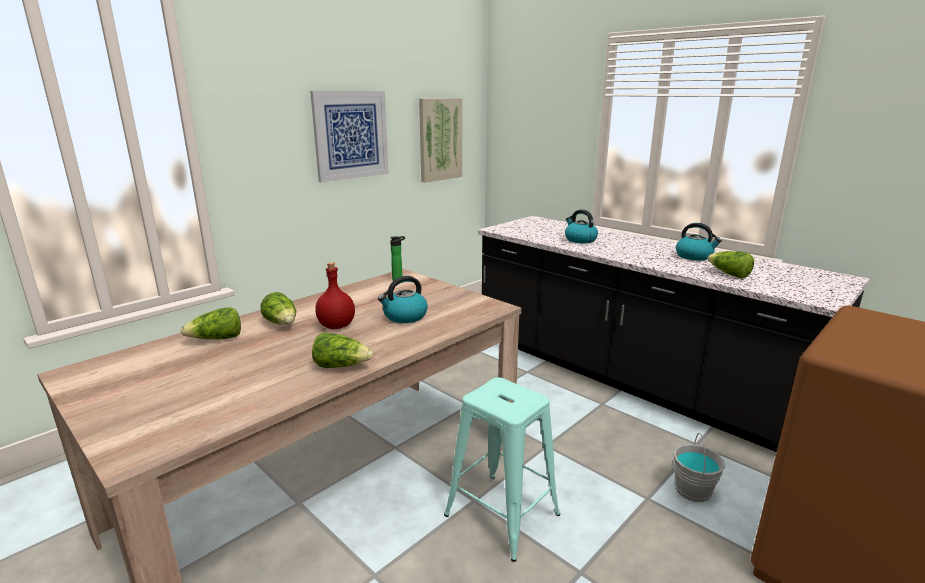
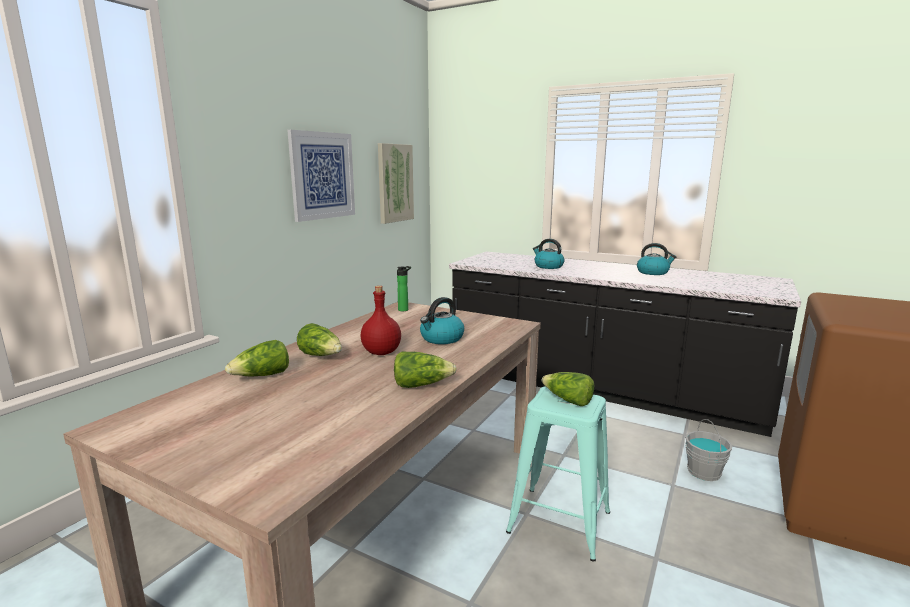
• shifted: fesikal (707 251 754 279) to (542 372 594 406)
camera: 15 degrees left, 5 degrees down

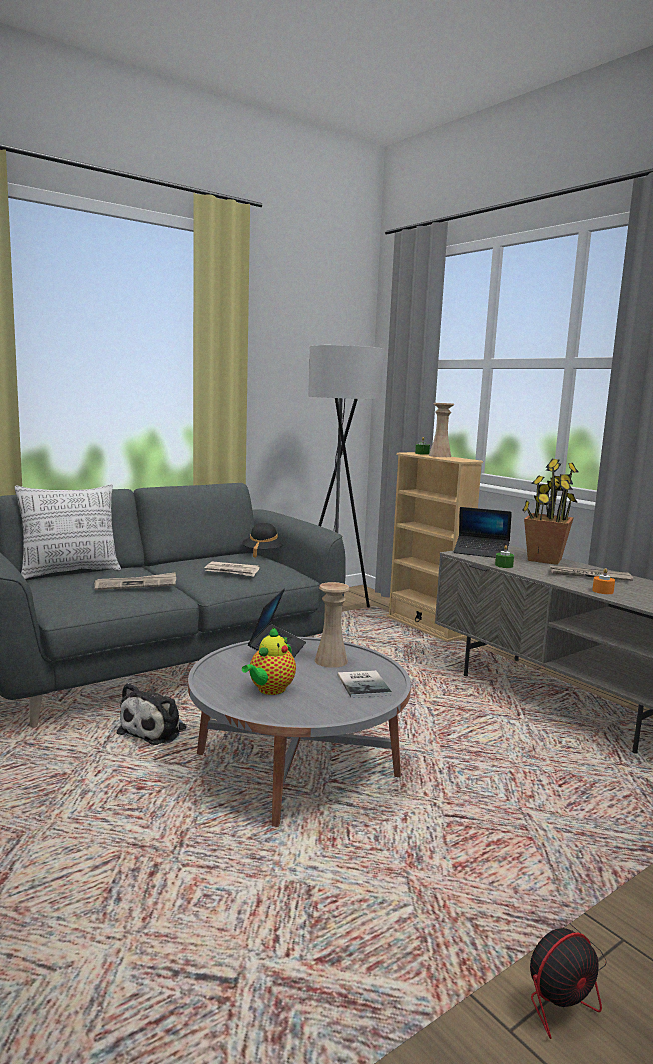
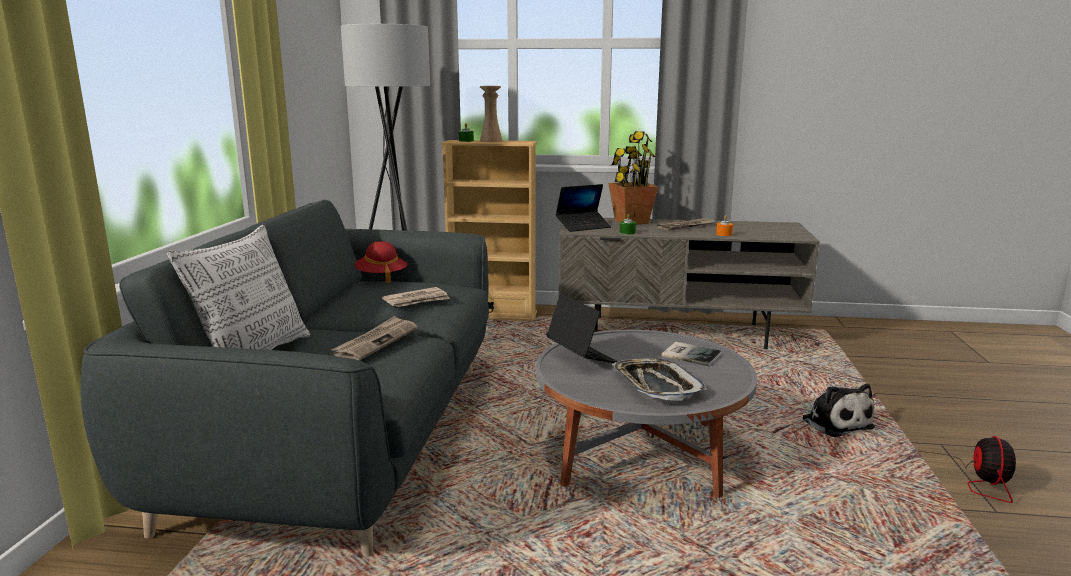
• repainted: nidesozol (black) (242 523 283 558) to nidesozol (red) (354 241 407 283)
• gone: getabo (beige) (314 582 350 668)
• swapped: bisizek (242 627 296 695) to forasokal (612 358 707 401)
• shifted: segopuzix (116 683 187 745) to (800 384 875 437)
camera: 45 degrees left, 5 degrees up

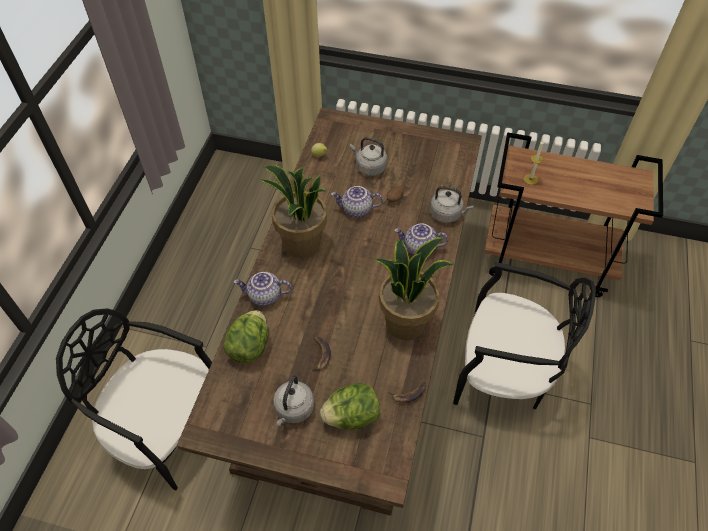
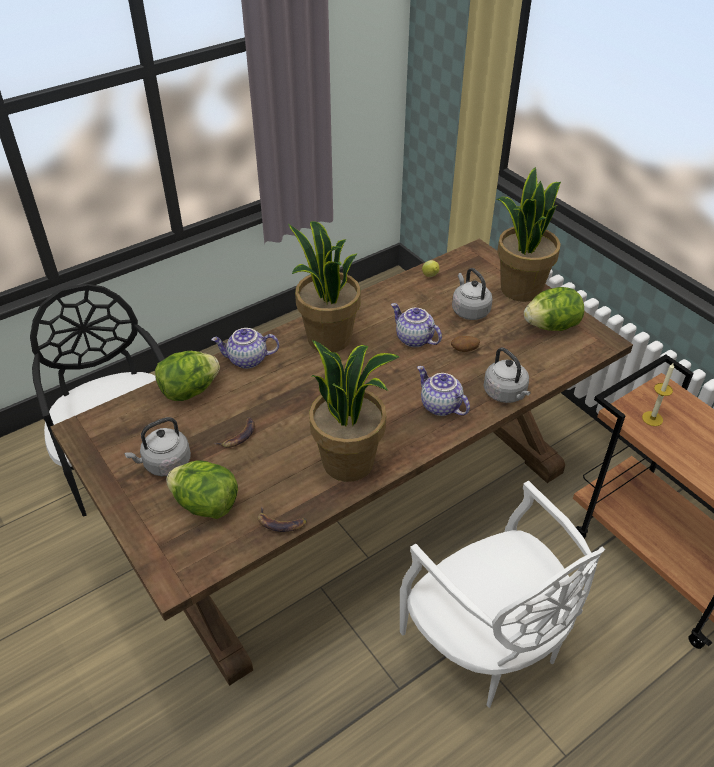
• repainted: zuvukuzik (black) (453 262 596 409) to zuvukuzik (white) (400 481 605 708)
• rotated: bisizek (234 272 292 306) = (211 328 279 369) 45 degrees counterclockwise
• new: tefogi (496 167 561 302)
• new: fesikal (524 287 584 331)
camera: 40 degrees right, 10 degrees down

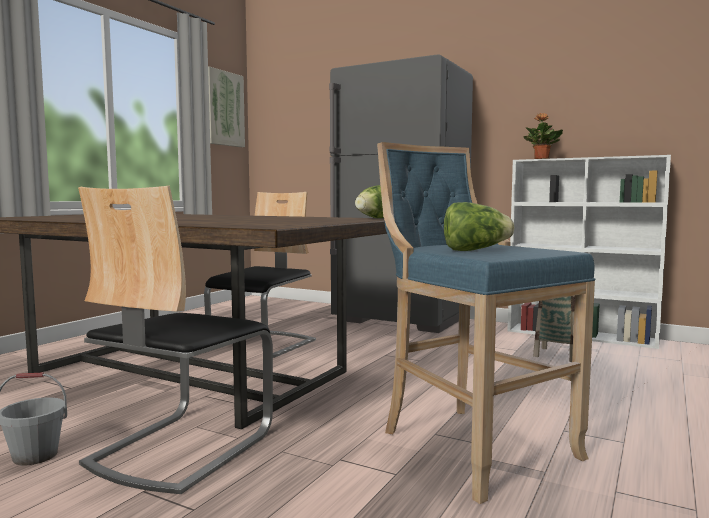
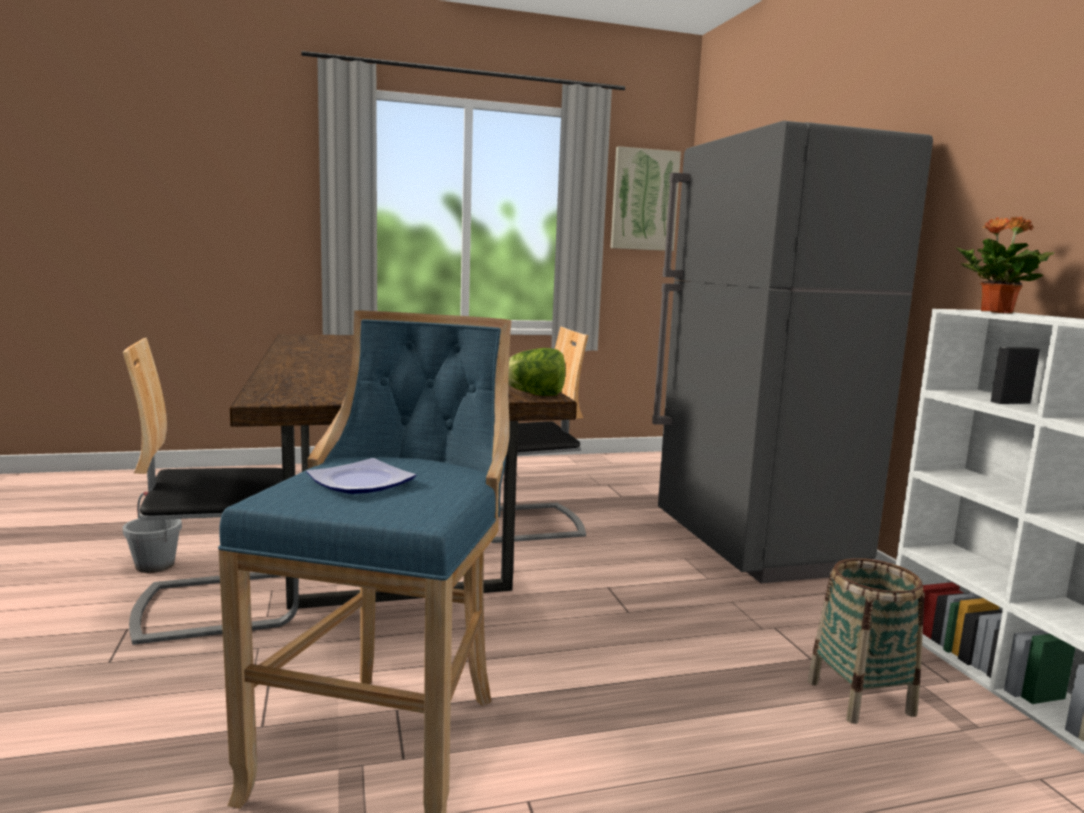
• swapped: fesikal (444 202 514 251) to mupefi (306 458 416 494)
camera: 45 degrees right, 5 degrees up

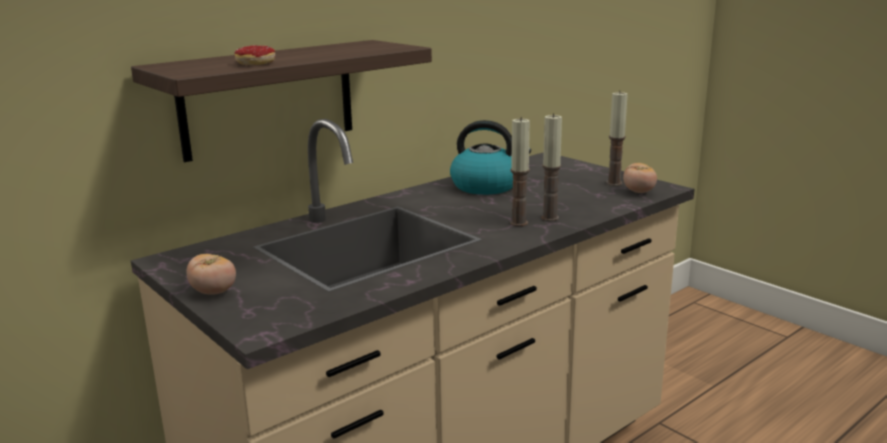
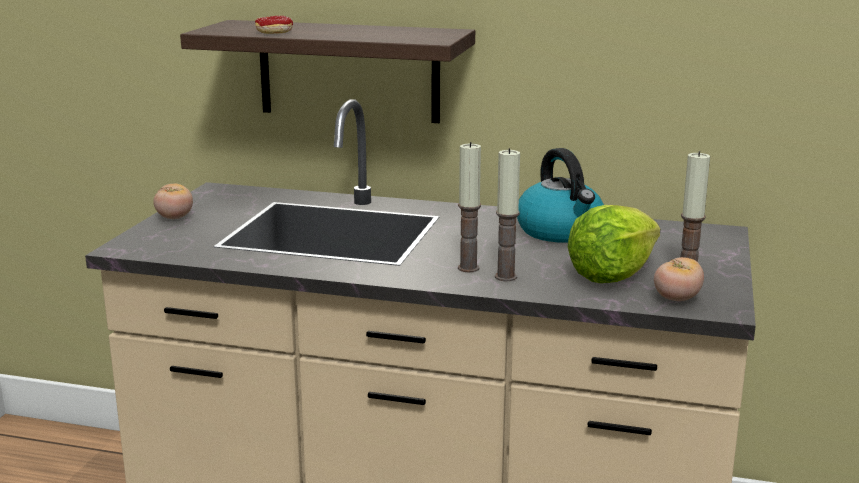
• new: fesikal (568 205 660 283)
camera: 55 degrees right, 0 degrees up

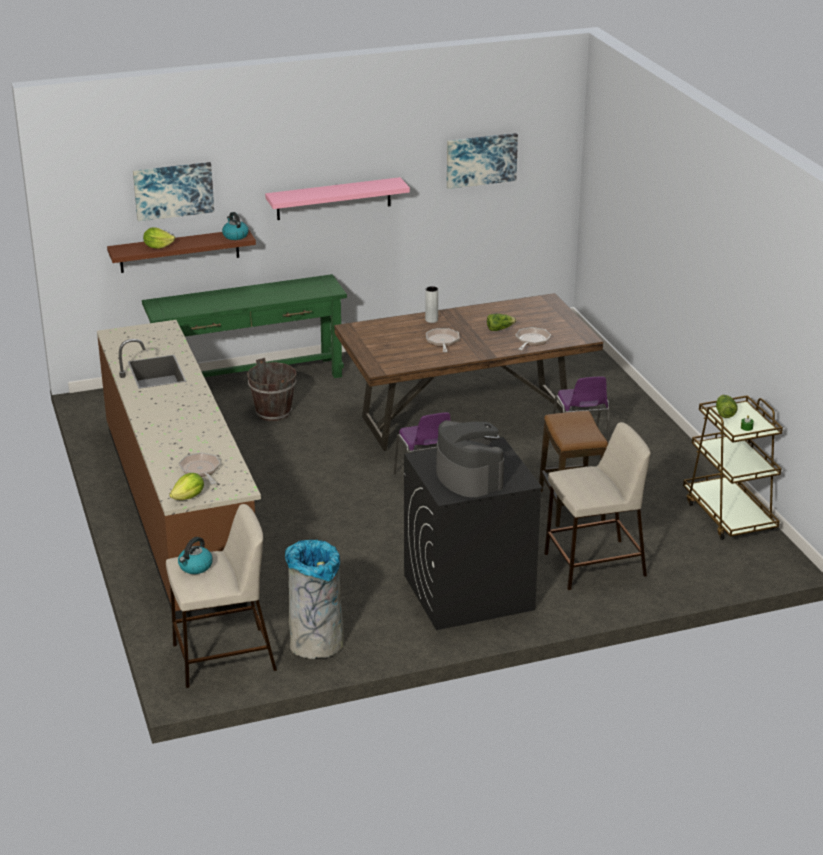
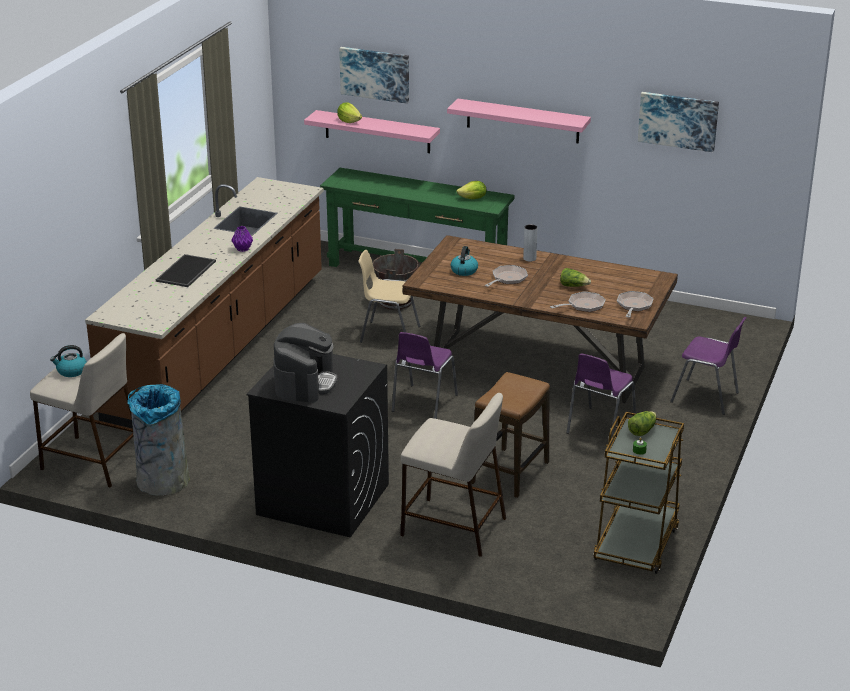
• shifted: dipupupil (222 212 249 240) to (451 246 478 276)
• repainted: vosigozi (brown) (107 230 256 273) to vosigozi (pink) (304 110 440 153)
• shifted: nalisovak (178 452 221 485) to (617 291 654 317)
• shifted: fesikal (169 473 204 500) to (456 181 486 199)
• new: getabo (purple) (231 226 253 252)
• new: zuvukuzik (beige) (359 250 420 343)
• new: forasokal (156 254 216 287)
• new: zuvukuzik (purple) (670 317 746 415)
camera: 40 degrees right, 0 degrees up

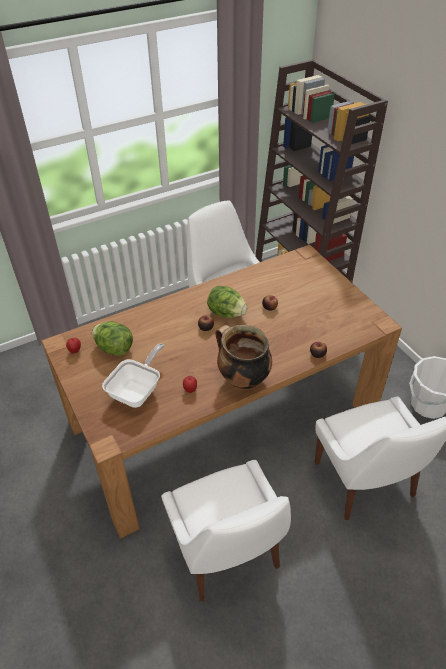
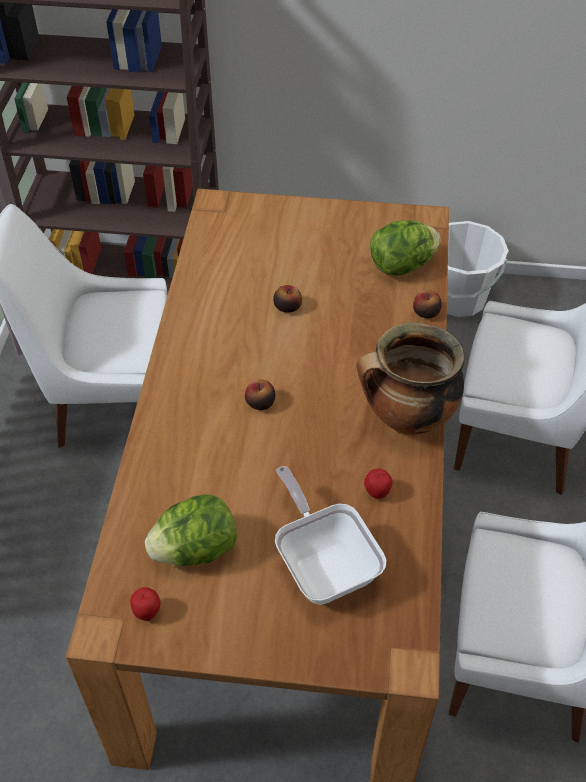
• shifted: fesikal (207 286 248 318) to (370 220 441 276)
camera: 55 degrees left, 5 degrees up

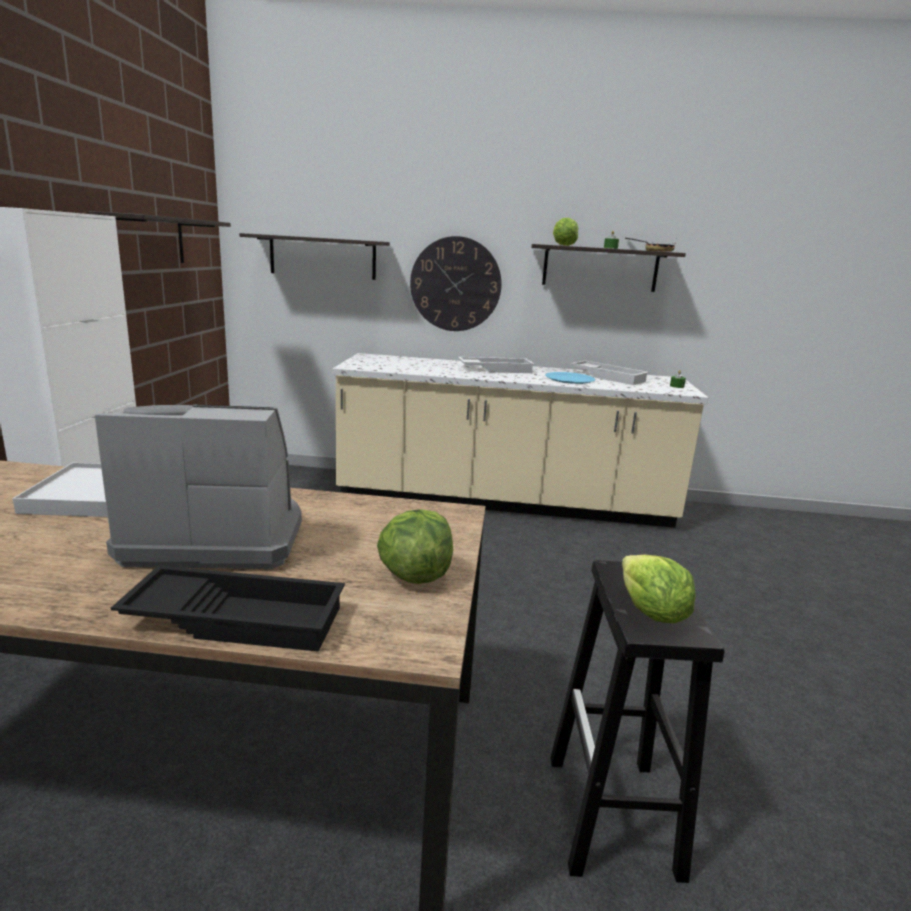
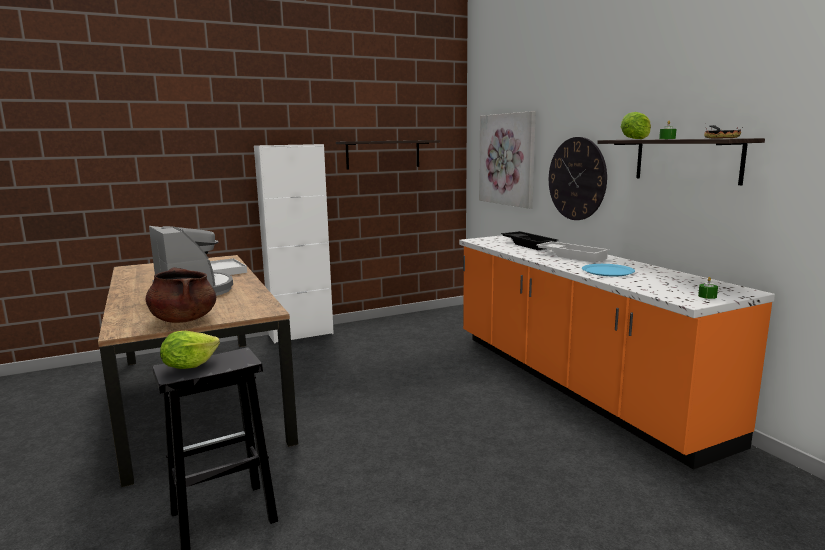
• swapped: vosigozi (239 233 390 280) to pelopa (479 111 536 209)
• repainted: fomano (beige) (333 353 708 528) to fomano (orange) (459 235 775 470)
• gone: forasokal (white) (570 361 649 385)
• swapped: fesikal (377 509 453 584) to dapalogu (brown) (146 267 216 323)
• shifted: forasokal (black) (111 565 345 652) to (501 231 558 250)
camera: 60 degrees right, 5 degrees down

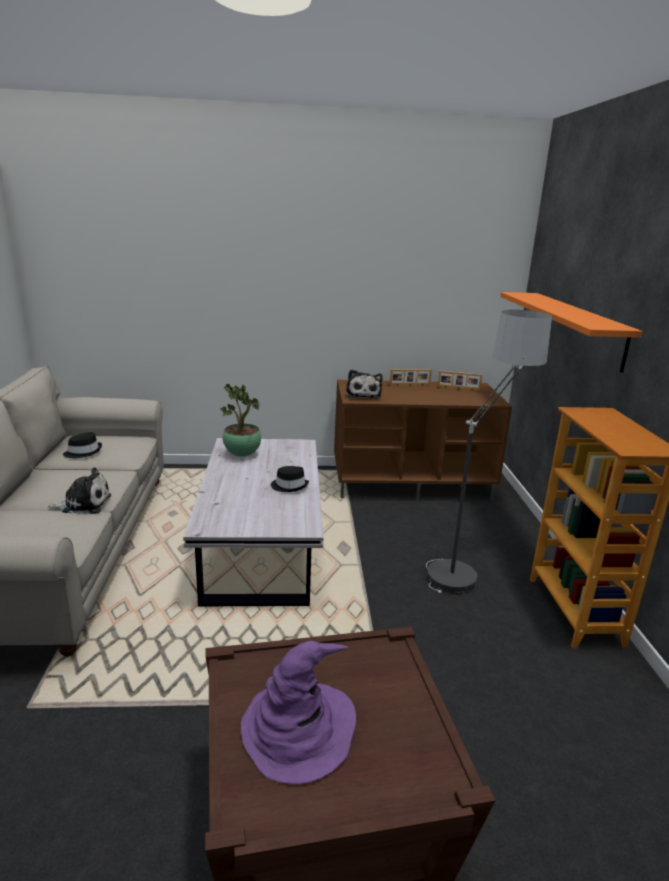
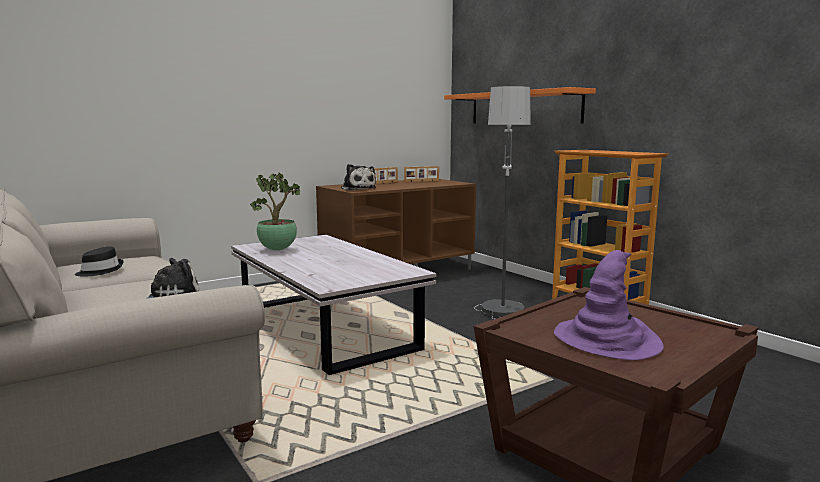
• gone: nidesozol (black) (271 466 309 492)
camera: 30 degrees left, 10 degrees down

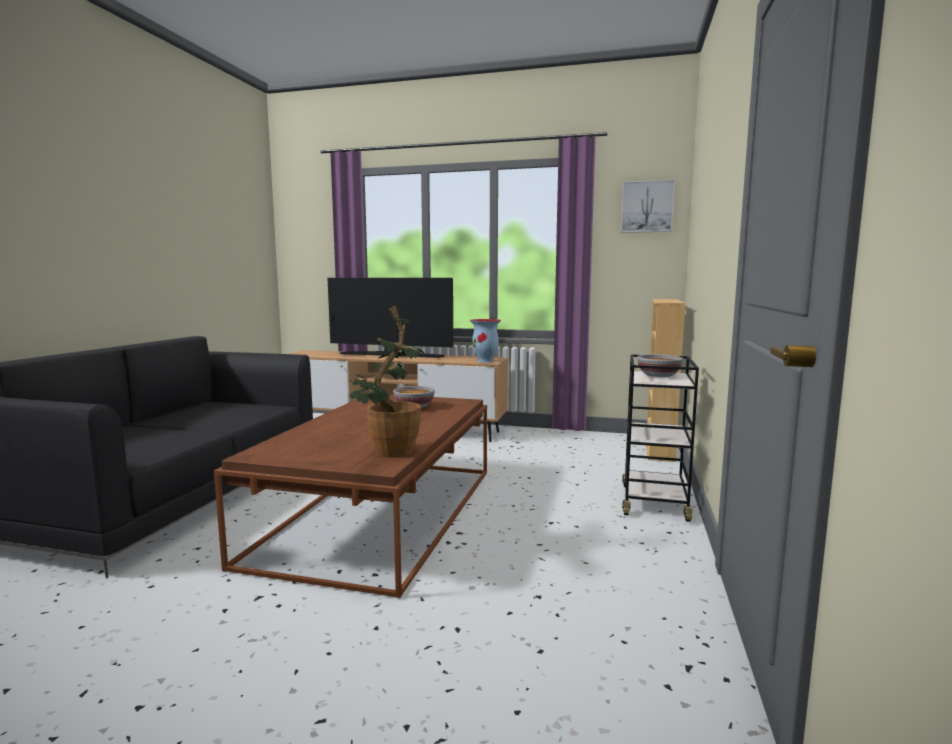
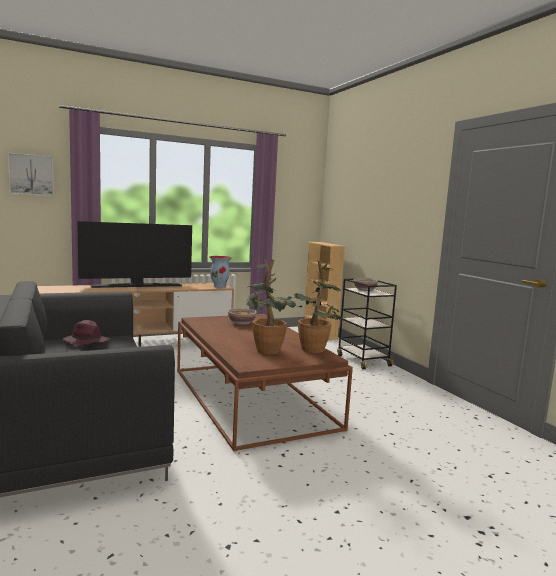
• shifted: pelopa (621 180 675 233) to (8 153 54 196)
• new: tefogi (246 259 302 354)
• new: nidesozol (purple) (63 320 110 346)
camera: 40 degrees left, 0 degrees up

